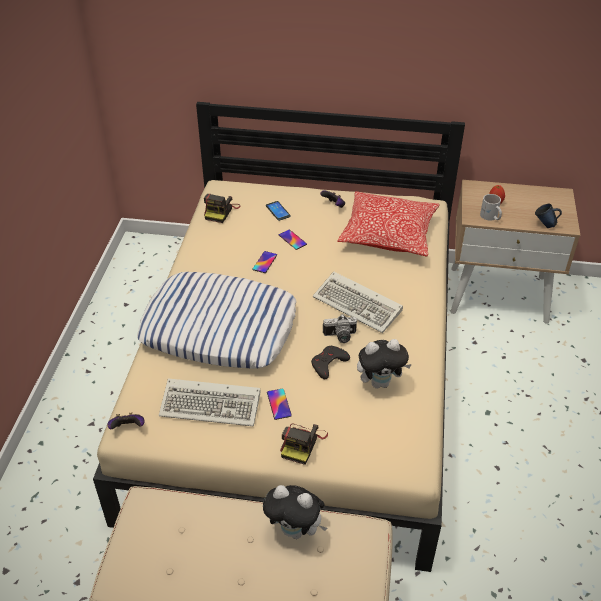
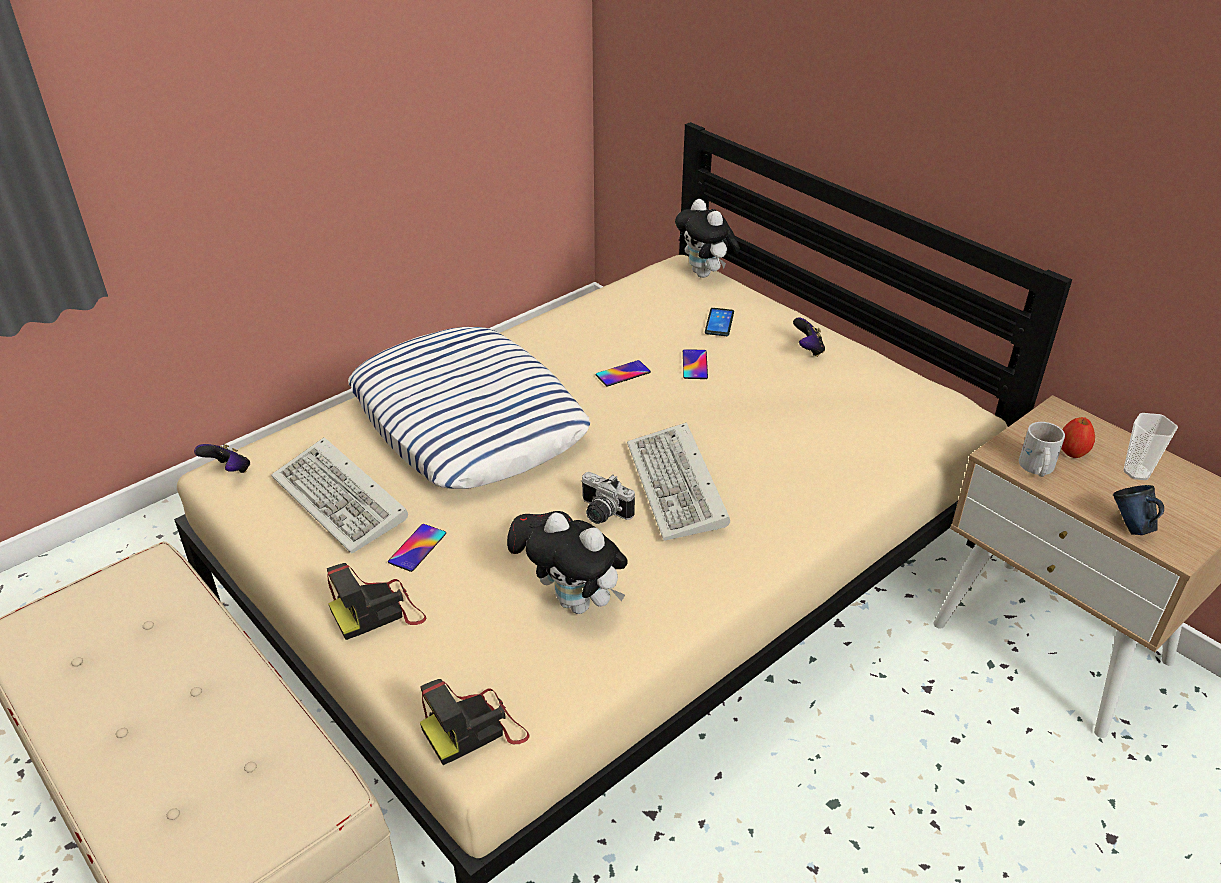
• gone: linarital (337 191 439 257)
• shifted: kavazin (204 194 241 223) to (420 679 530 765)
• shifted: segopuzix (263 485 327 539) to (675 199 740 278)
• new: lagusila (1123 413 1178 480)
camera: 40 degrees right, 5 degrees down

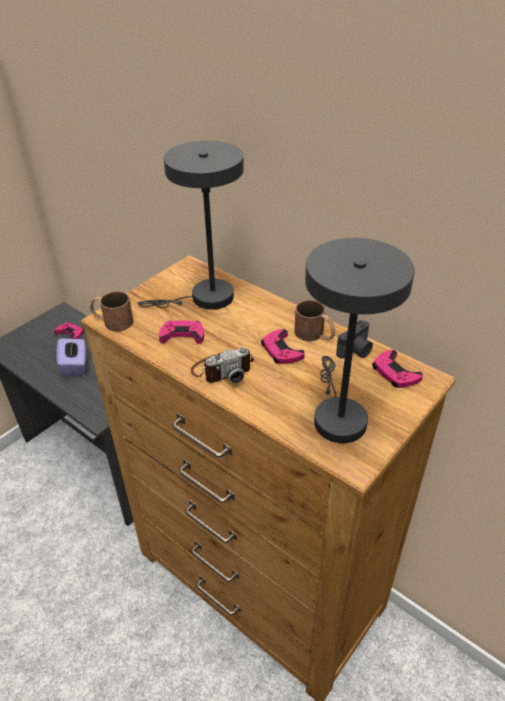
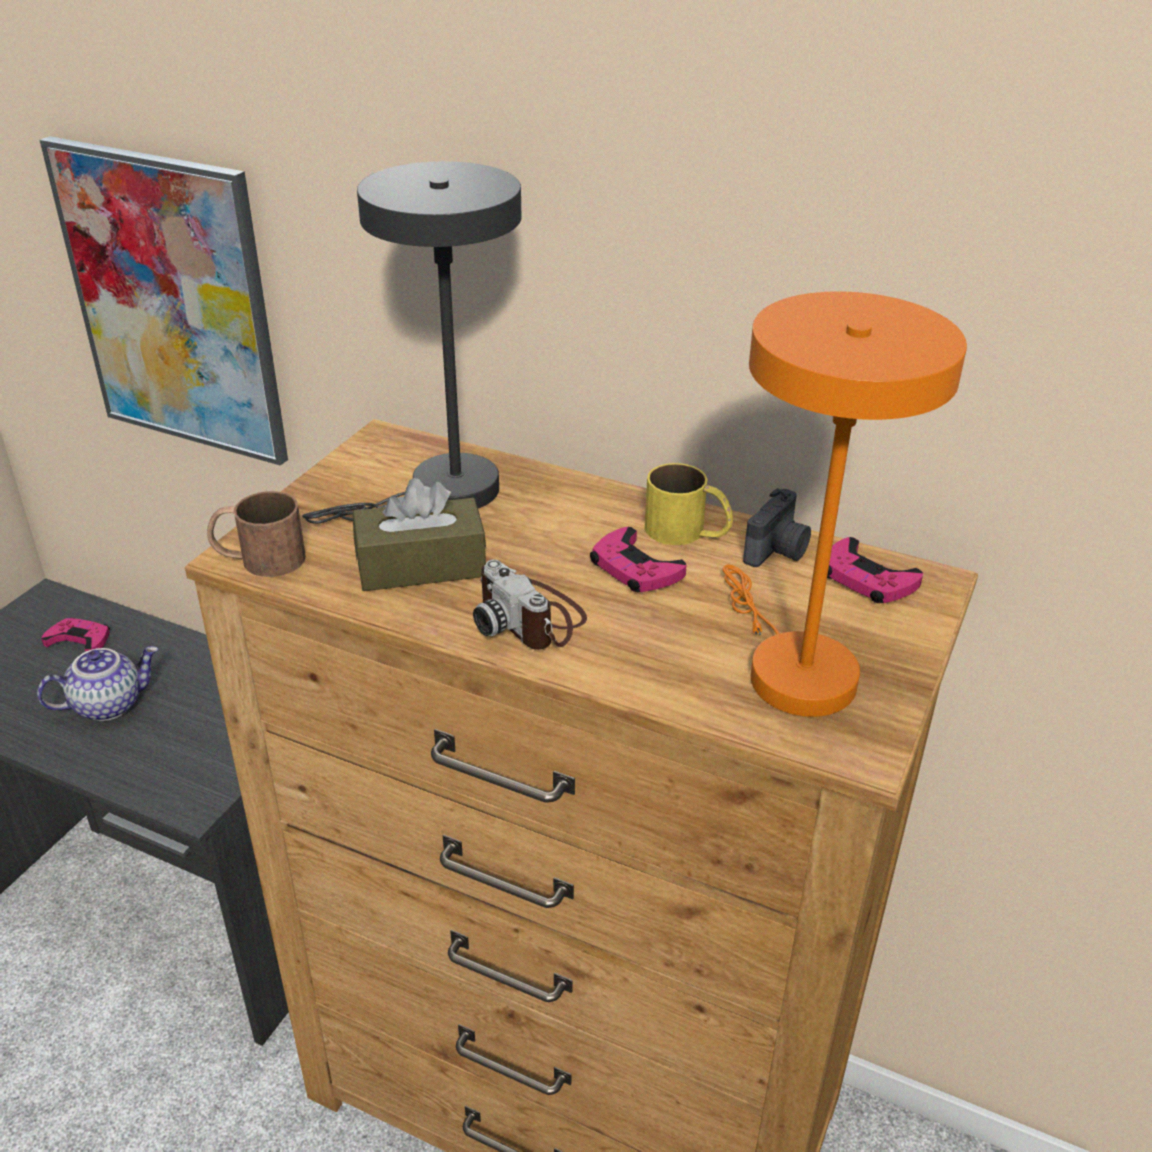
• repainted: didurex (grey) (305 238 415 443) to didurex (orange) (723 291 967 717)
• repainted: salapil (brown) (294 300 335 341) to salapil (yellow) (645 463 733 545)
• swapped: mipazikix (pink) (159 321 204 344) to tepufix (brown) (353 478 486 591)
• swapped: tepufix (purple) (57 336 86 377) to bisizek (37 646 158 721)
• rotated: kavazin (191 347 254 383) = (473 559 587 650) 90 degrees clockwise
• new: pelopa (40 136 288 466)
camera: 15 degrees left, 5 degrees down

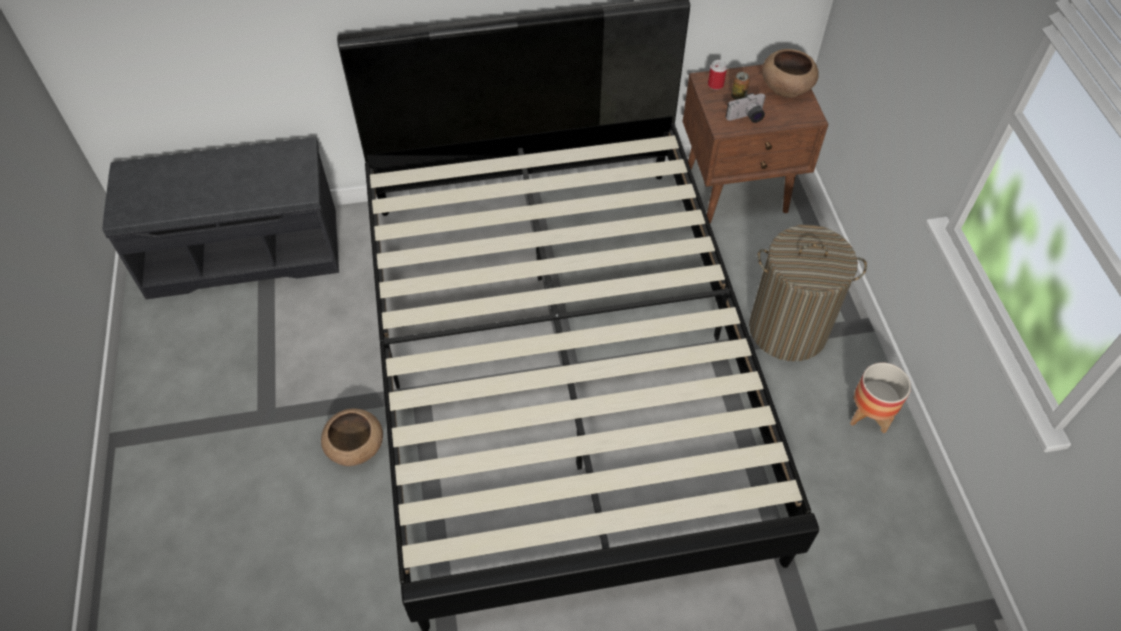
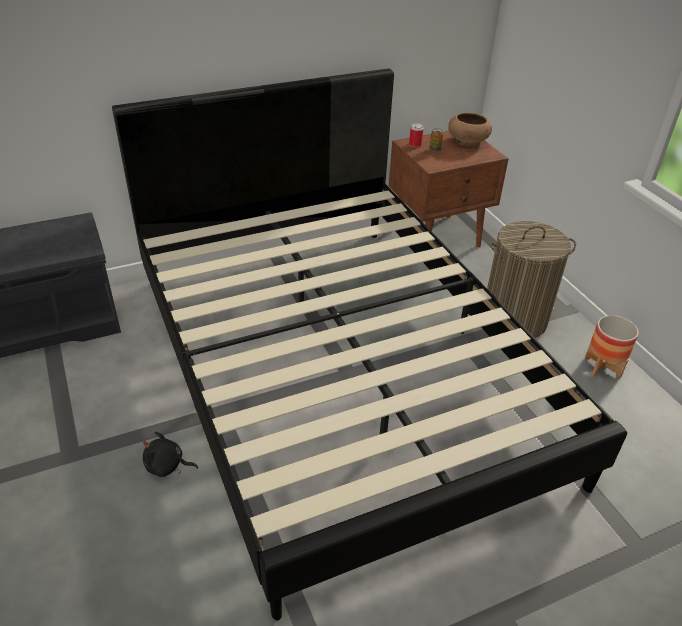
• gone: kavazin (726 93 765 123)
• swapped: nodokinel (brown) (321 408 383 466) to segopuzix (black) (143 432 198 477)
camera: 15 degrees left, 15 degrees down

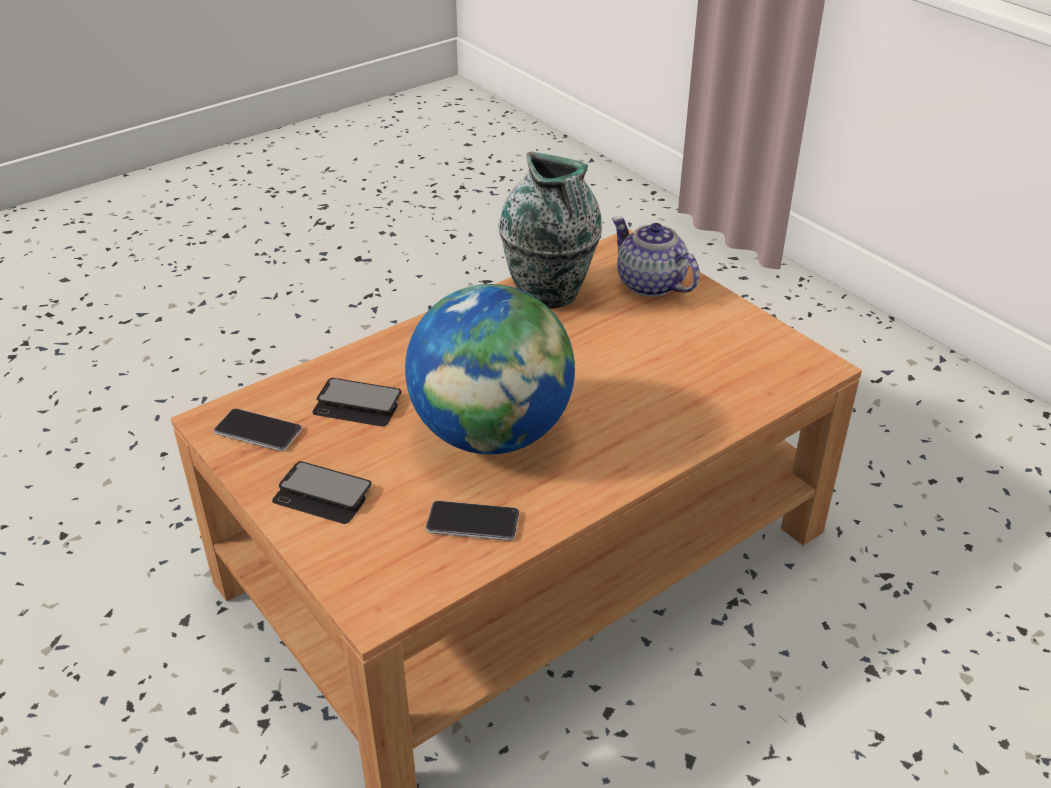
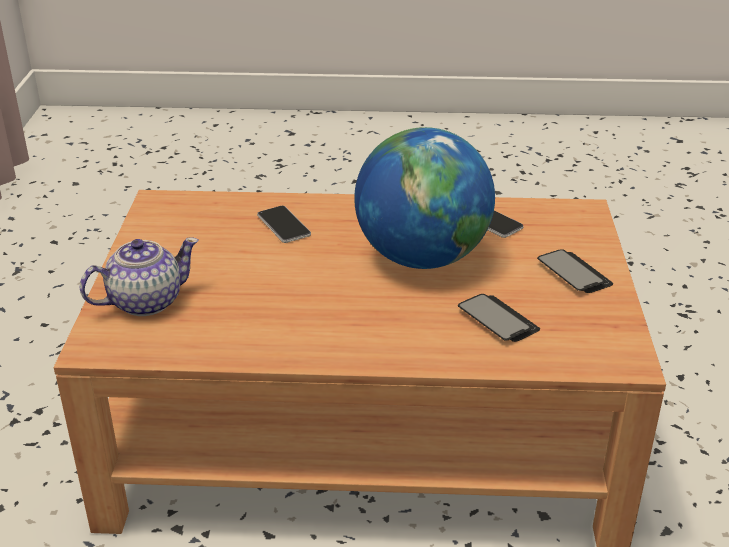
• gone: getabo (499 152 602 308)
• rotated: bisizek (612 217 700 297) = (80 237 199 316) 120 degrees counterclockwise
• shifted: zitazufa (214 409 302 451) to (257 206 311 243)
camera: 140 degrees left, 5 degrees down

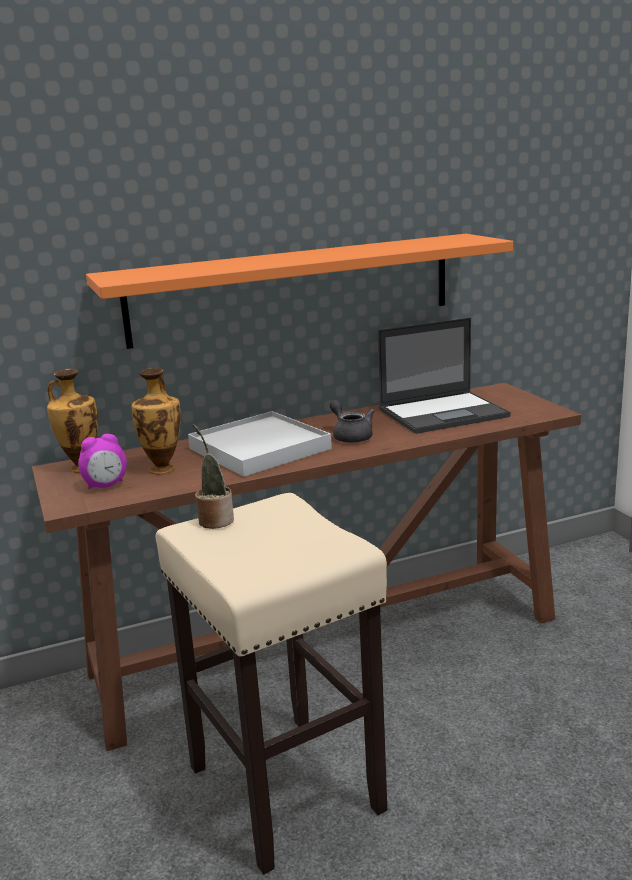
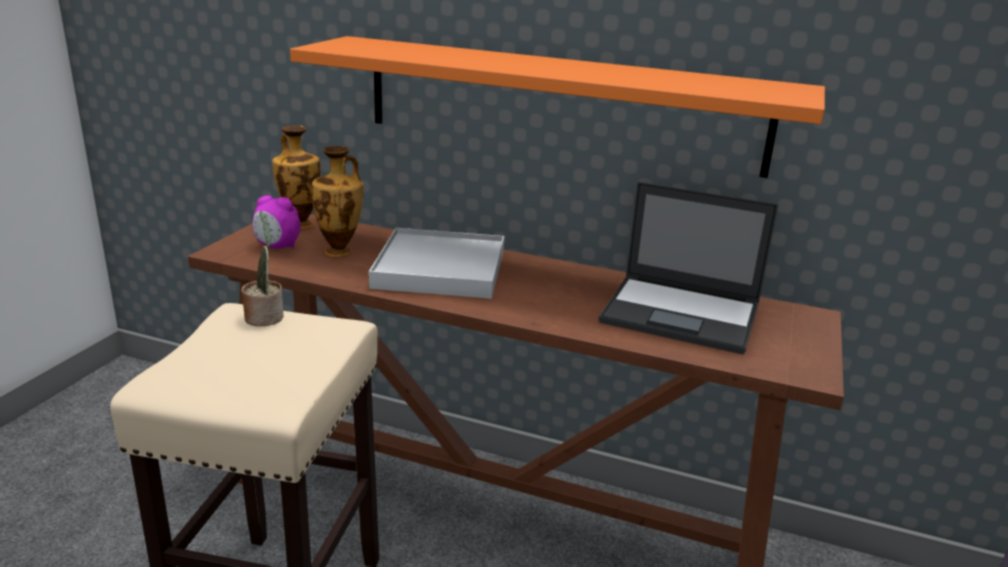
• gone: bisizek (grey) (330 400 375 443)
camera: 40 degrees right, 5 degrees up

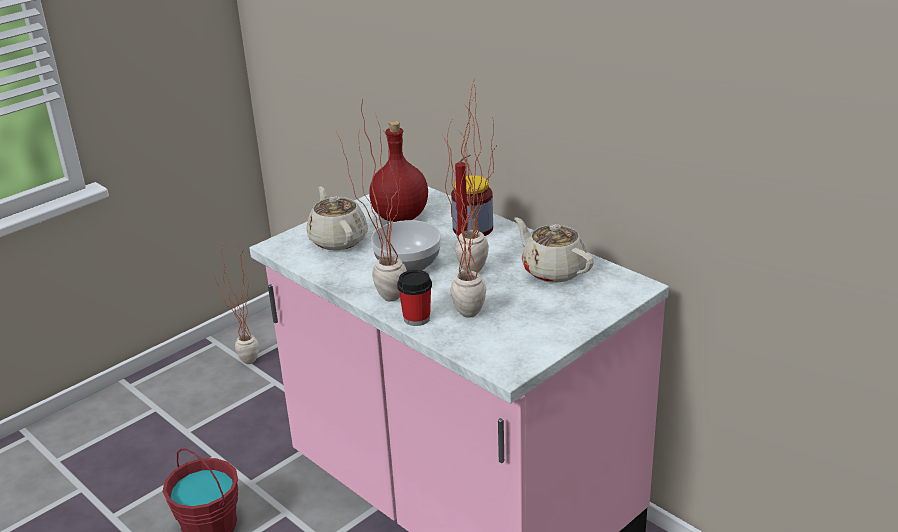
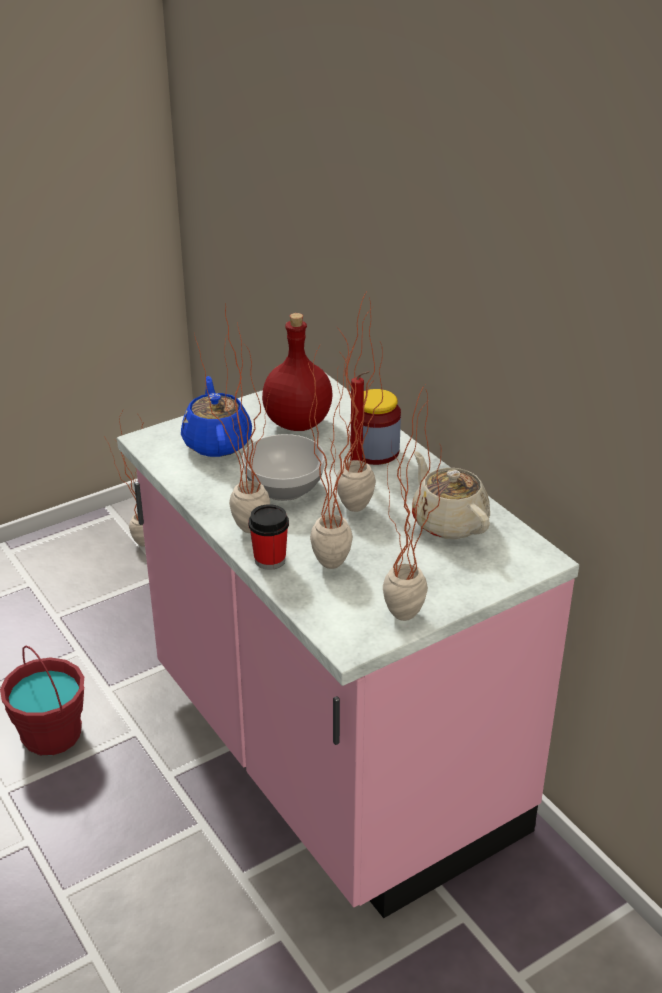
• repainted: bisizek (beige) (307 186 368 251) to bisizek (blue) (181 376 252 457)
• new: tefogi (383 385 441 621)
camera: 10 degrees right, 5 degrees up

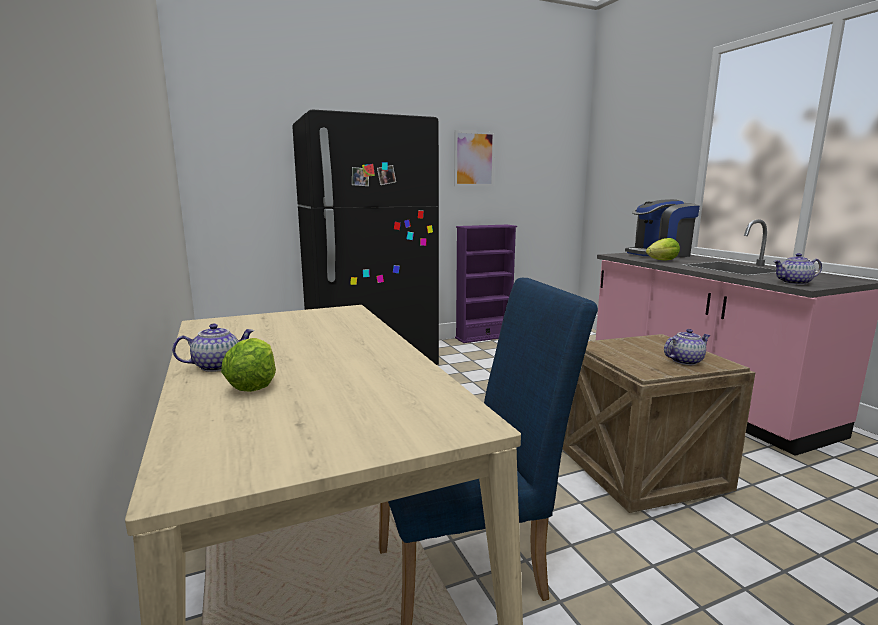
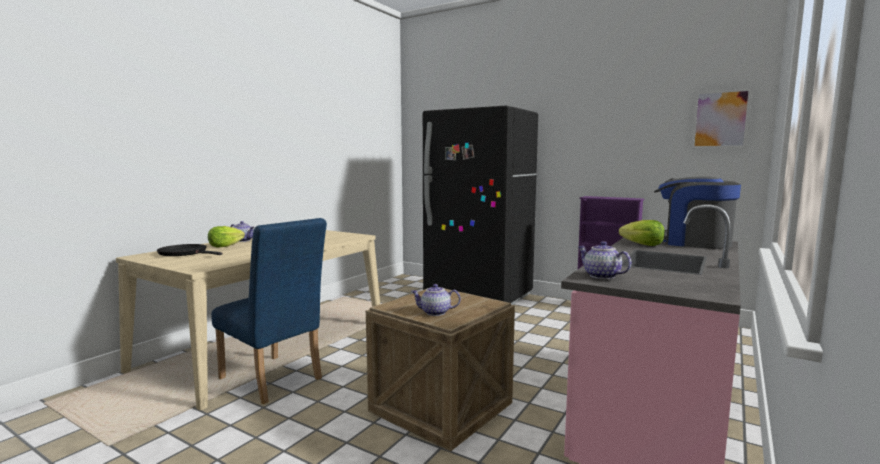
• shifted: pelopa (454 130 495 186) to (691 88 752 149)
• rotated: bisizek (664 329 711 365) = (411 284 461 316) 150 degrees clockwise
• new: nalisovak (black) (157 244 223 256)
camera: 55 degrees right, 5 degrees down

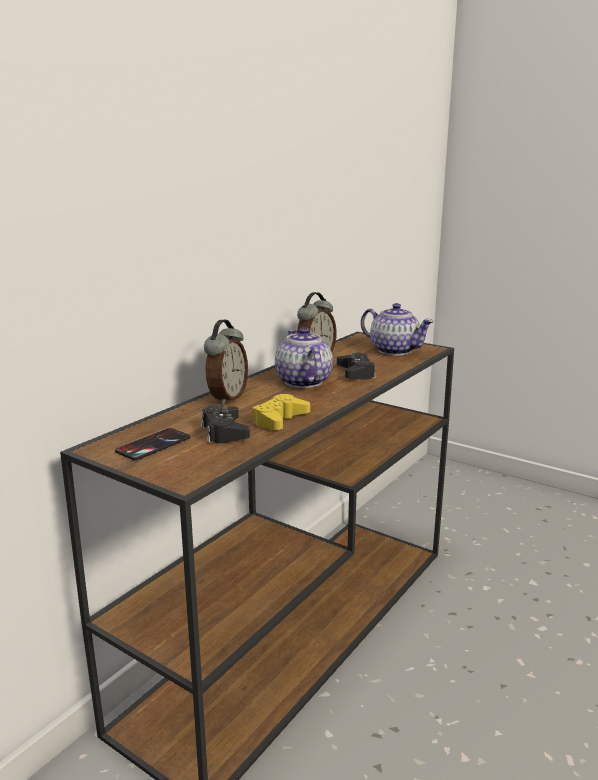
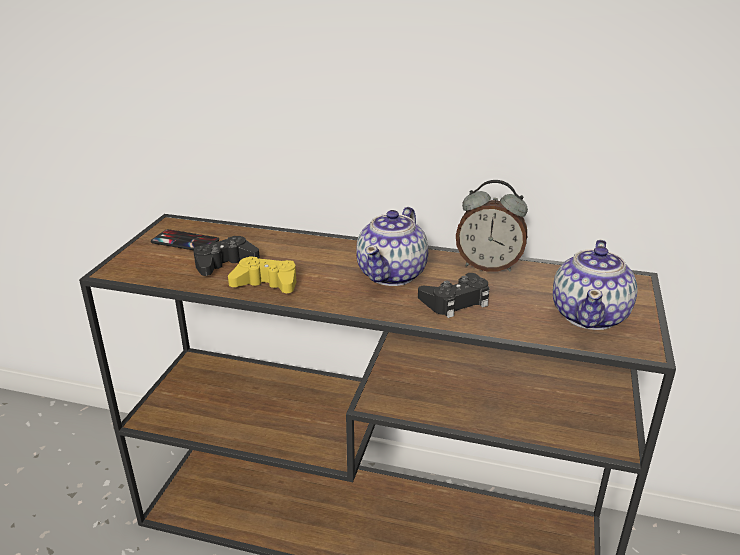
• gone: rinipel (204 320 248 405)
• rotated: bisizek (275 327 333 388) = (356 207 429 286) 150 degrees clockwise
camera: 70 degrees right, 10 degrees up

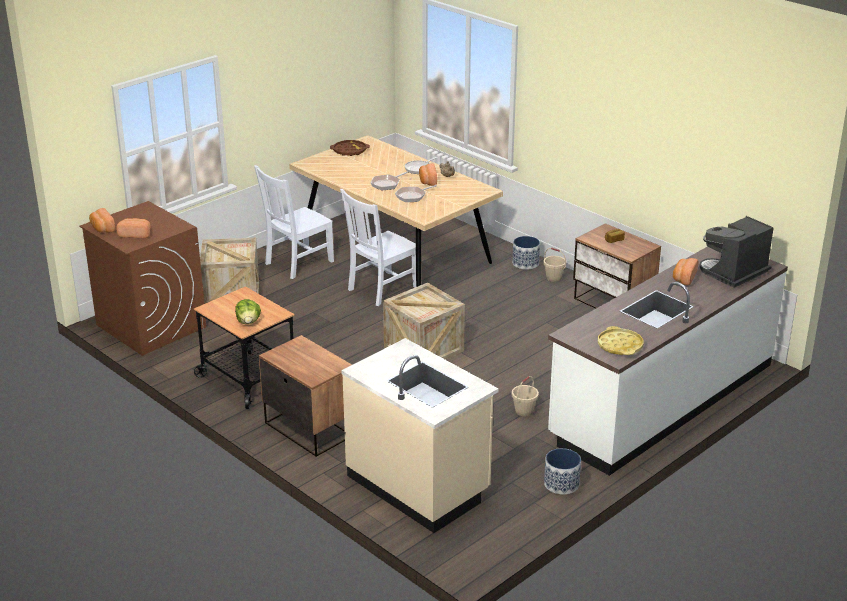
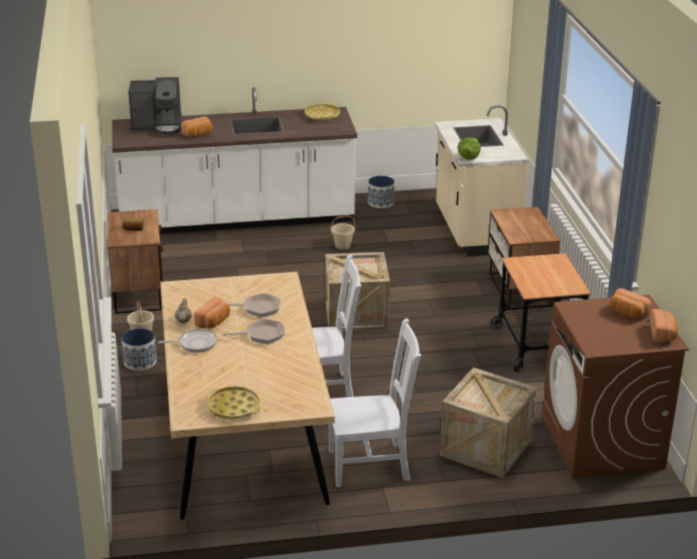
• repainted: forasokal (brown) (330 140 370 156) to forasokal (yellow) (206 386 261 420)
• shifted: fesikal (235 299 261 324) to (458 138 481 160)
camera: 145 degrees left, 0 degrees up

